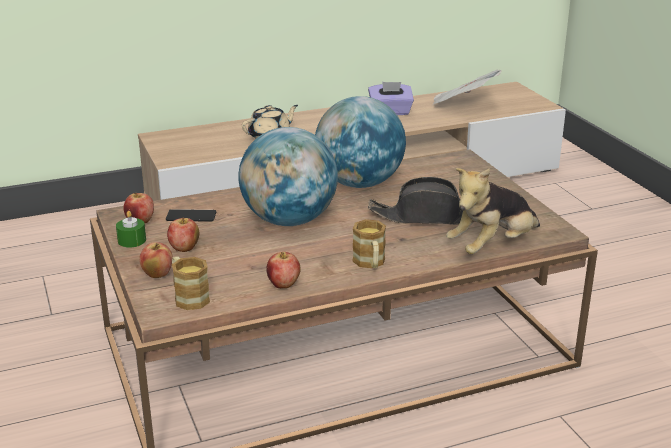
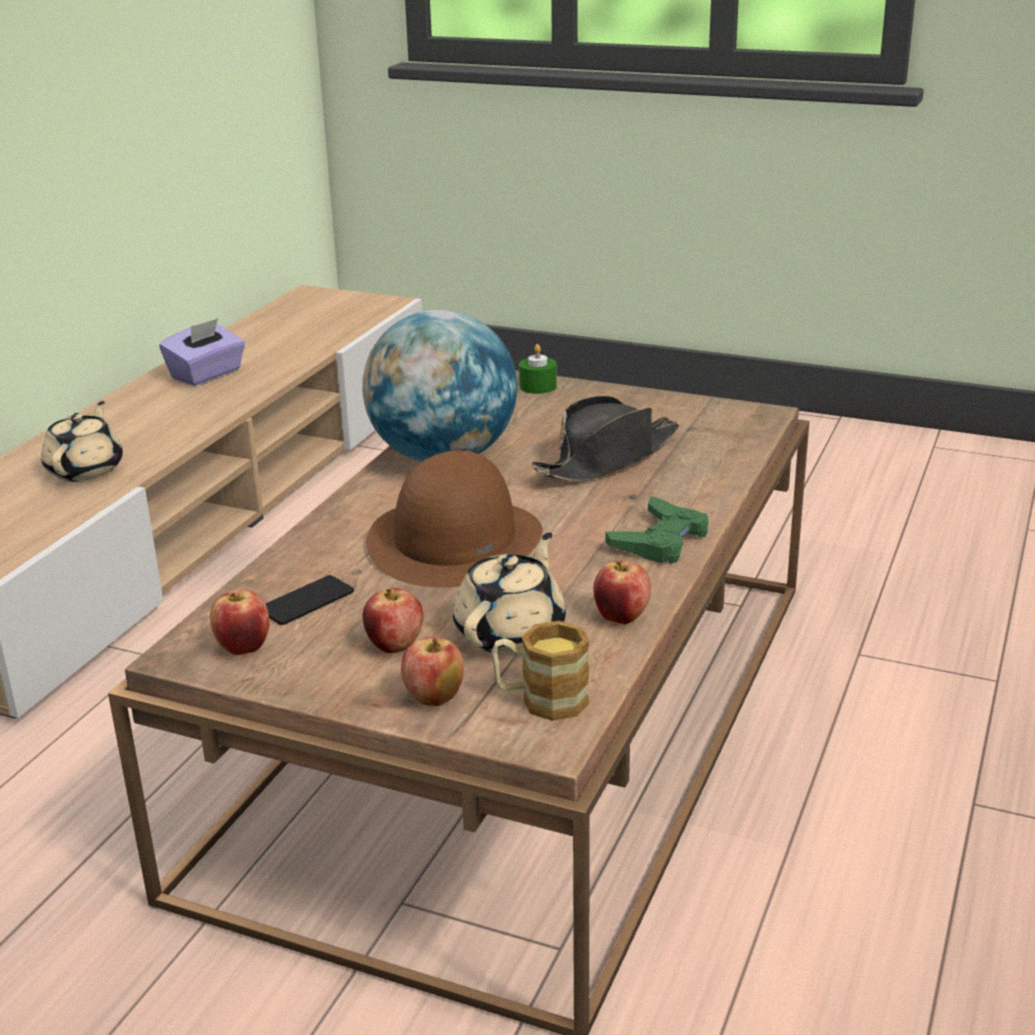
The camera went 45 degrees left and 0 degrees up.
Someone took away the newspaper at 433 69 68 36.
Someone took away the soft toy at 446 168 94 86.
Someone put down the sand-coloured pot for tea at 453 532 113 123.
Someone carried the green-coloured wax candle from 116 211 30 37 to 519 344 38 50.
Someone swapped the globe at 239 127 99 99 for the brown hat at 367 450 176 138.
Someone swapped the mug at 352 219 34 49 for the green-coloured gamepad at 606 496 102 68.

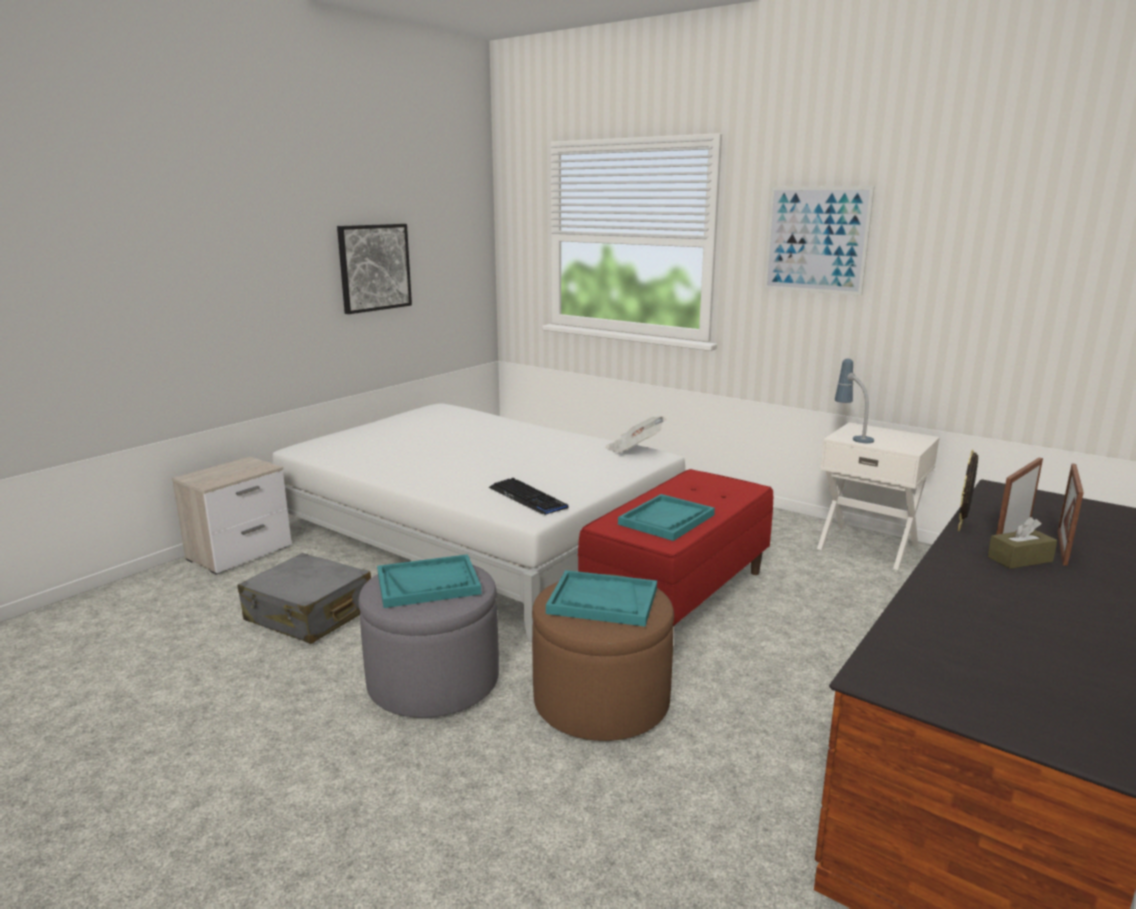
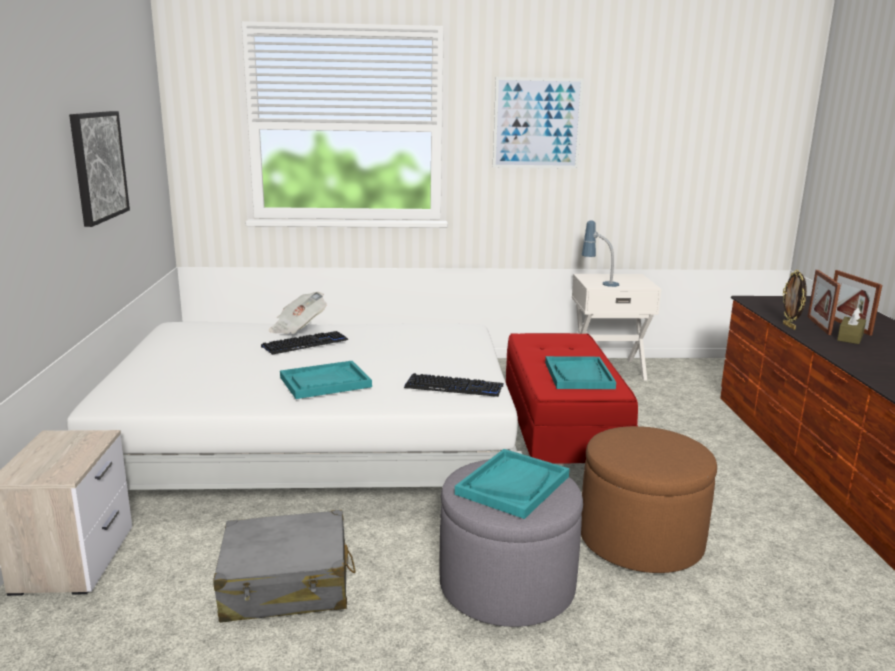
The camera went 40 degrees left and 0 degrees up.
Someone put down the computer keyboard at 261 331 88 24.
Someone carried the turquoise-coloured carrying tray from 546 570 111 57 to 280 361 92 38.
Someone carried the newspaper from 605 416 61 37 to 269 292 57 42.

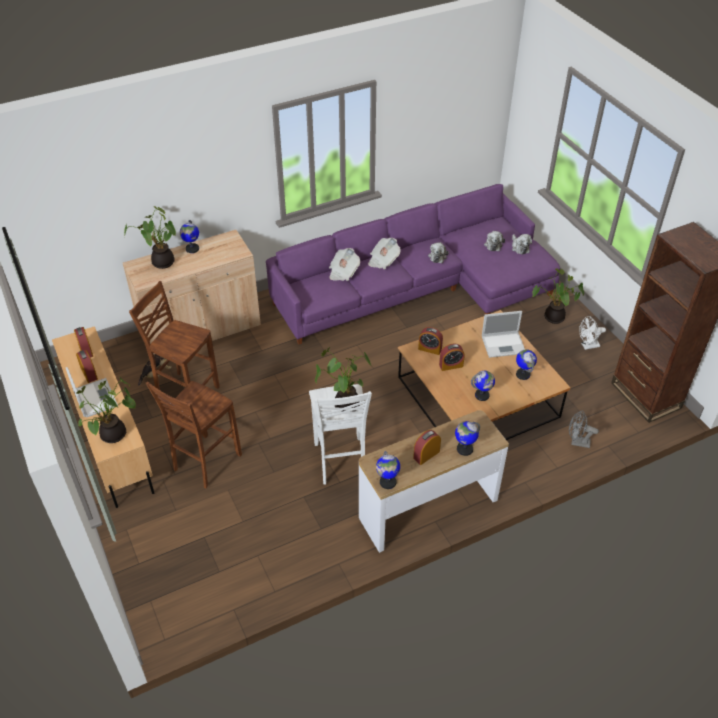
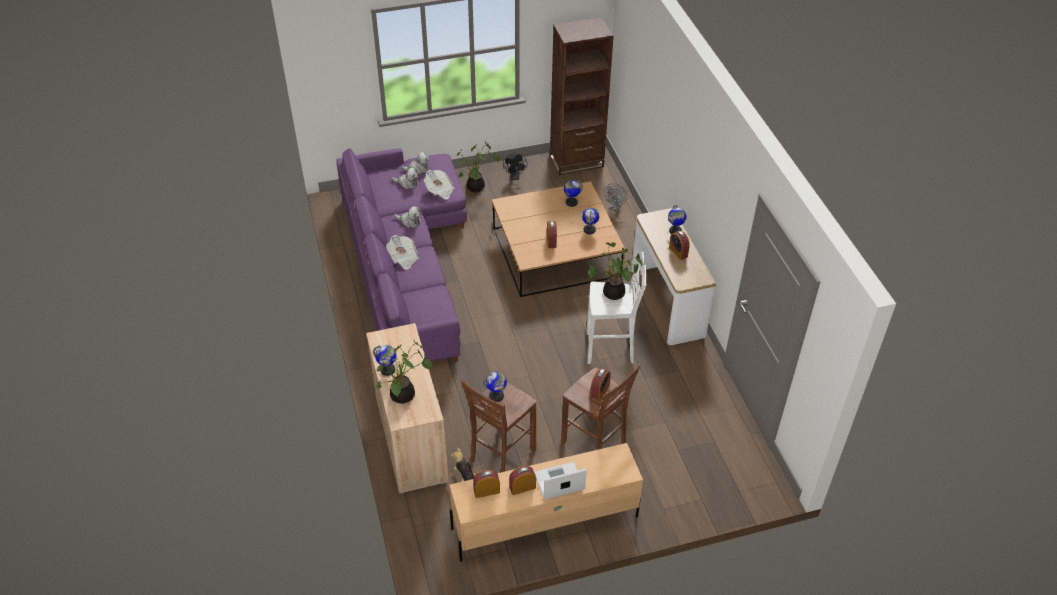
The camera went 80 degrees left and 0 degrees up.
Someone took away the houseplant at 76 376 60 67.
Someone took away the notebook computer at 482 311 43 47.
Someone carried the newspaper from 329 248 31 33 to 424 170 31 29.
Someone carried the globe from 376 451 24 38 to 483 371 24 31.
Someone carried the table clock from 418 327 25 28 to 590 368 21 32.
Someone repainted the whitish cooling fan at 579 316 27 34, which became the black-coloured cooling fan at 503 153 24 27.

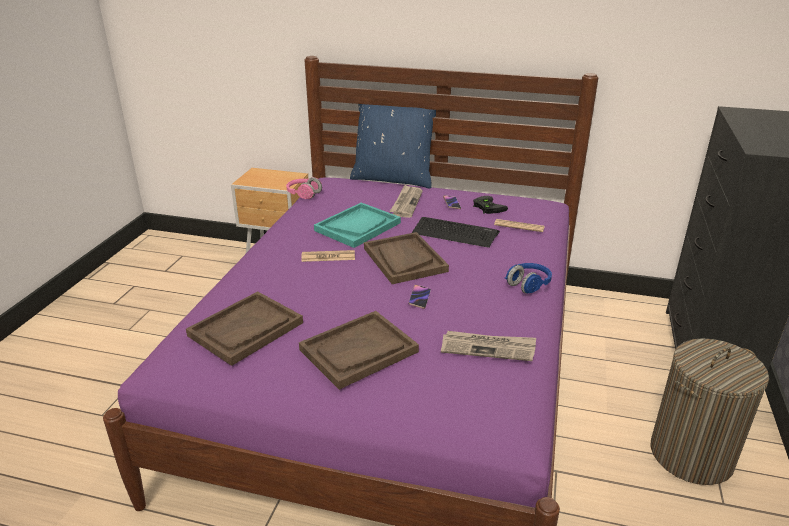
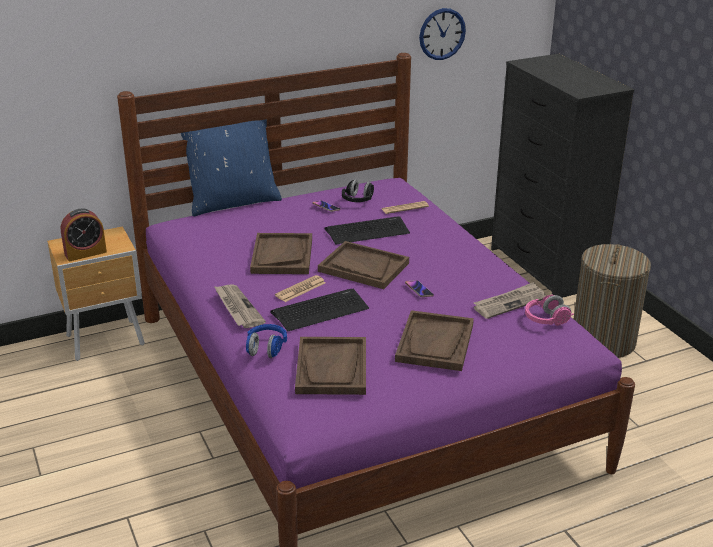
The camera went 40 degrees left and 0 degrees up.
Someone put down the table clock at 61 209 46 52.
Someone put down the computer keyboard at 270 288 99 43.
Someone put up the hanging clock at 419 8 47 52.
Someone carried the pink headphones from 286 177 36 22 to 525 295 49 31.
Someone carried the newspaper from 390 185 33 33 to 214 284 52 44.
Someone carried the blue headphones from 505 263 47 31 to 246 324 41 34.
Someone swapped the black-coloured gamepad at 473 196 35 18 for the black-coloured headphones at 342 179 32 23.
Someone repainted the turquoise-coloured carrying tray at 314 203 87 45, which became the brown carrying tray at 250 233 62 41.

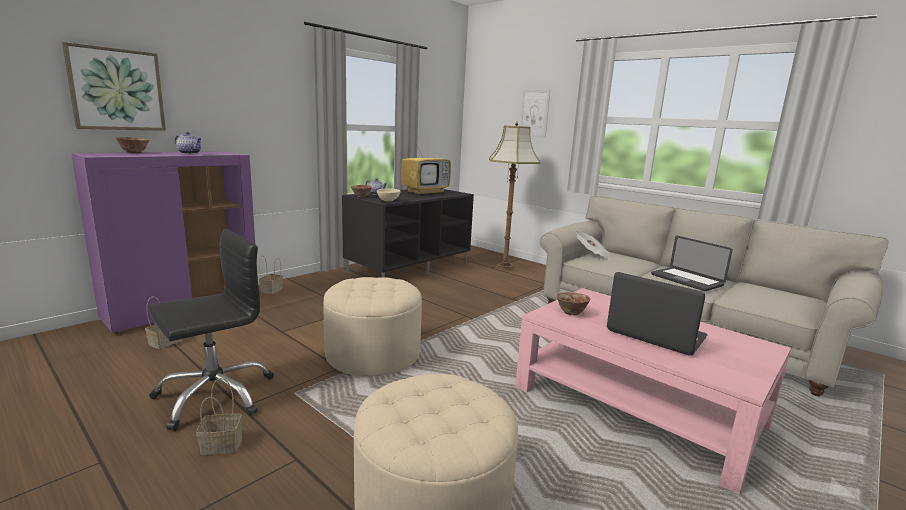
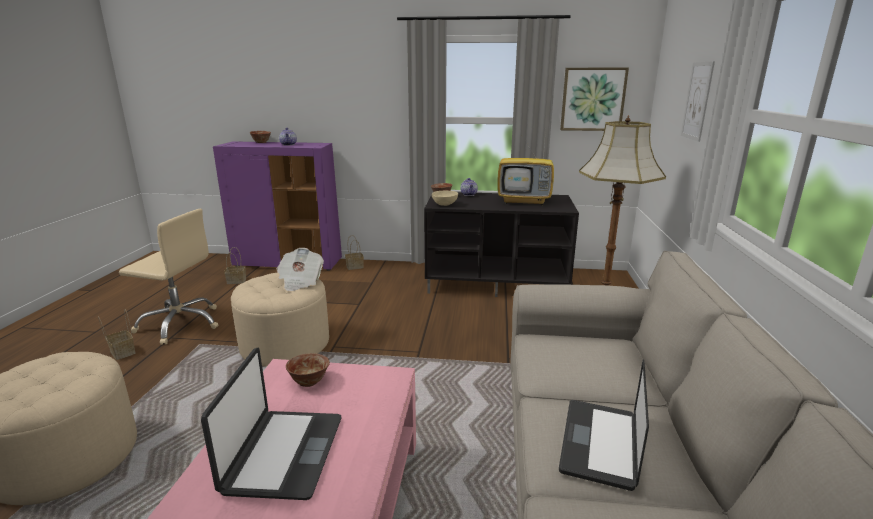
The camera went 55 degrees right and 5 degrees up.
Someone carried the picture from 62 42 104 89 to 560 68 69 63.
Someone carried the newspaper from 575 231 35 29 to 277 248 47 43.
Someone repainted the black-coloured office chair at 148 229 126 202, which became the sand-coloured office chair at 119 209 100 136.

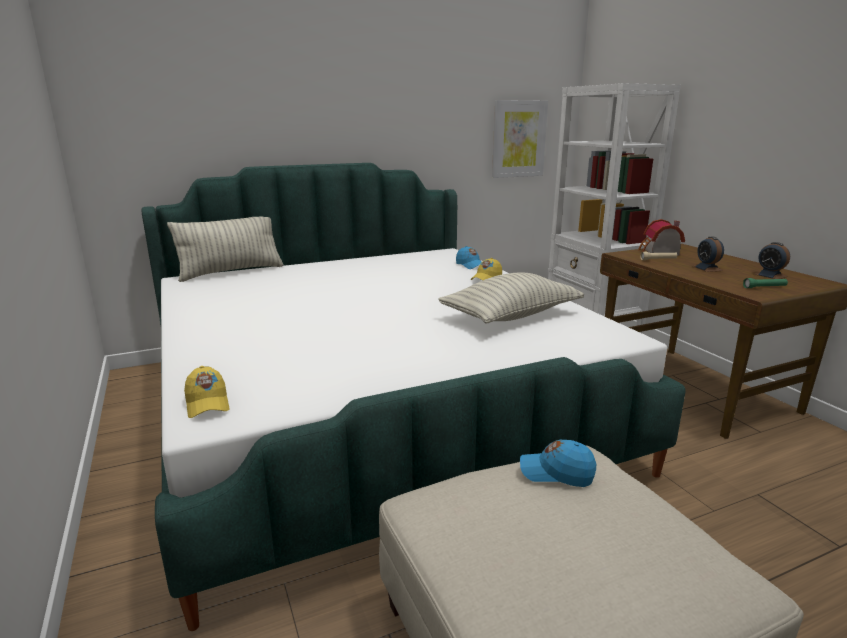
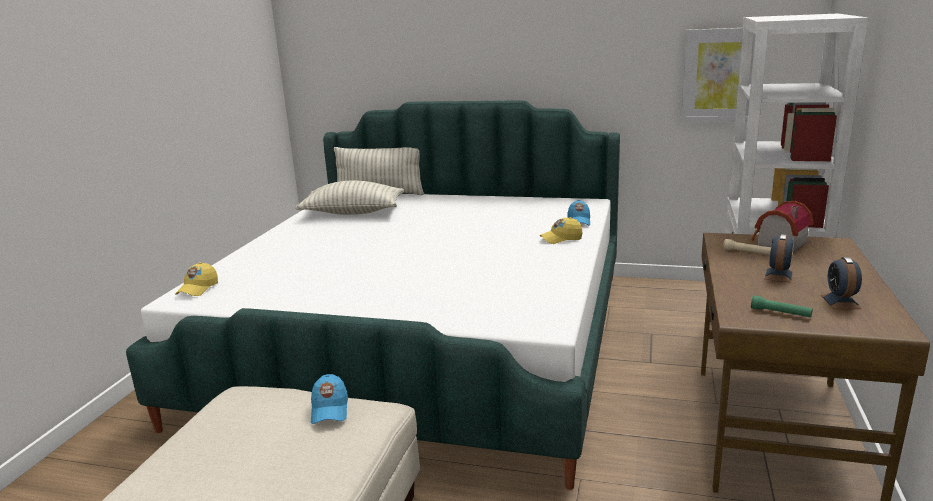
The camera went 40 degrees right and 0 degrees up.
Someone carried the pillow from 438 272 146 51 to 295 180 109 35.
Someone rotated the blue cap at 520 440 76 47 by 150 degrees counterclockwise.

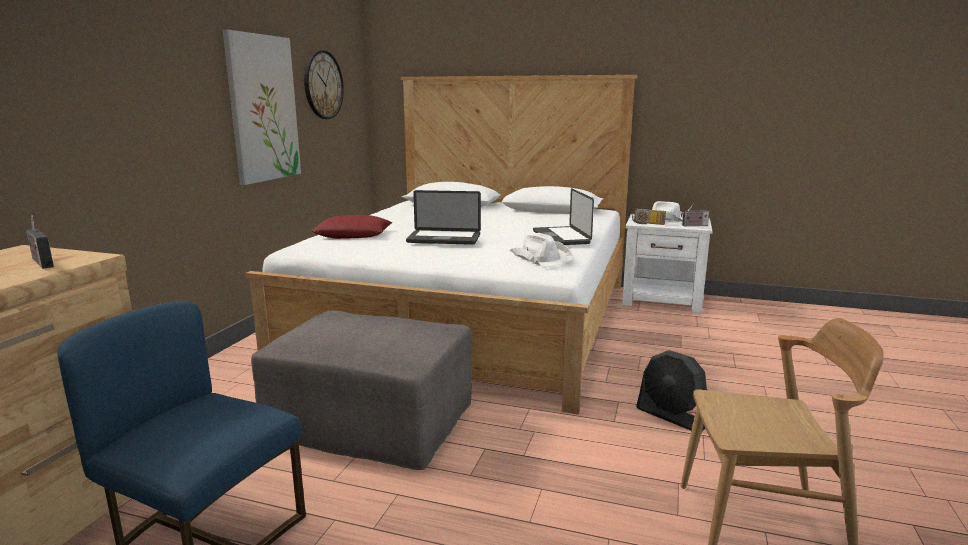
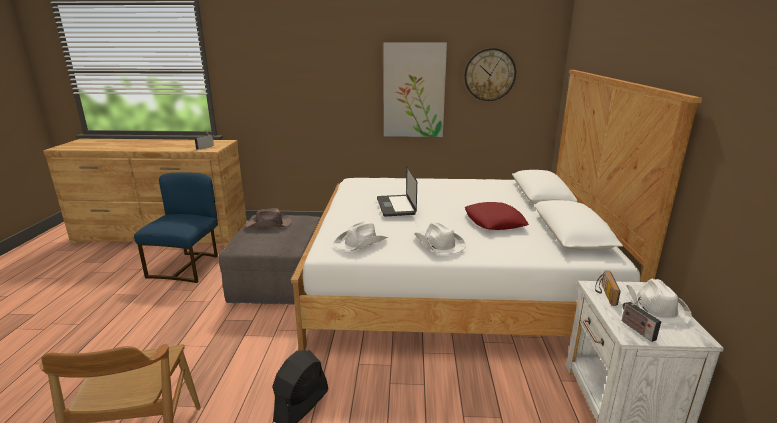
The camera went 75 degrees right and 5 degrees up.
Someone put down the brown hat at 246 208 46 20.
Someone carried the red-coloured pillow from 311 215 81 24 to 465 202 63 28.
Someone swapped the notebook computer at 533 188 61 57 for the whitish hat at 414 222 52 33.

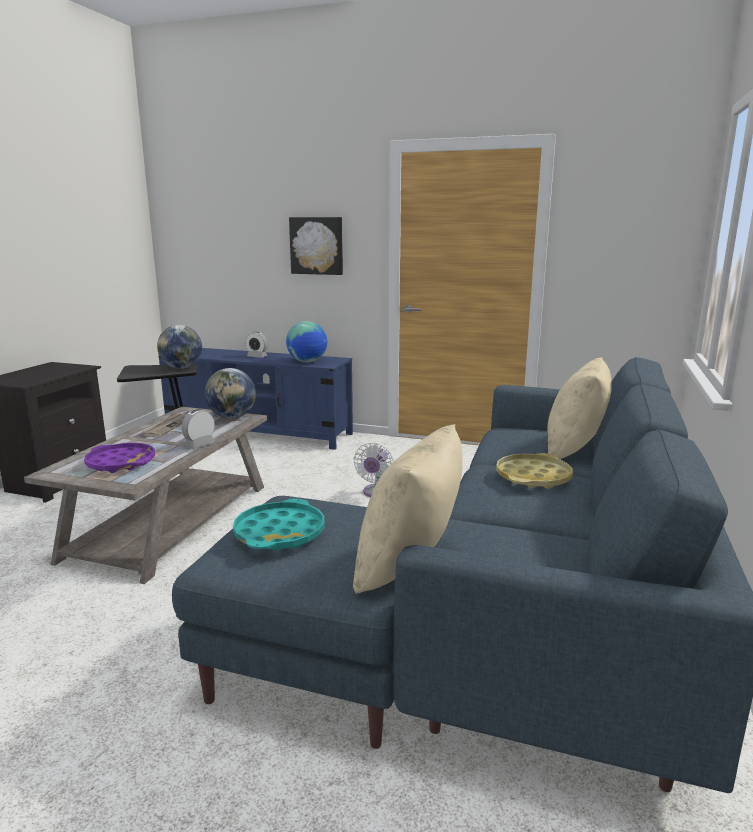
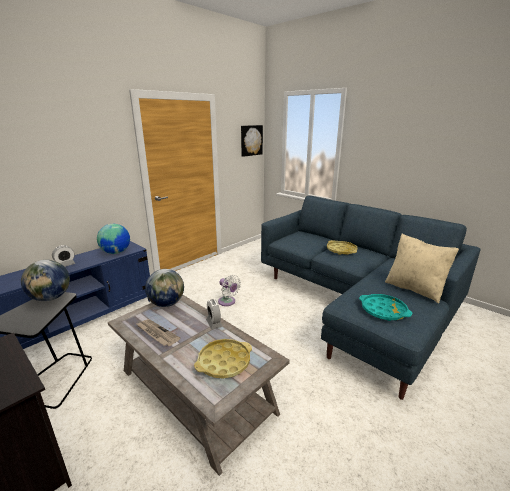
The camera went 65 degrees left and 5 degrees up.
Someone took away the sand-coloured pillow at 547 357 65 102.
Someone carried the picture from 289 217 54 58 to 241 125 22 32.
Someone repainted the purplish carrying tray at 84 443 71 30, which became the yellowish carrying tray at 194 339 58 40.

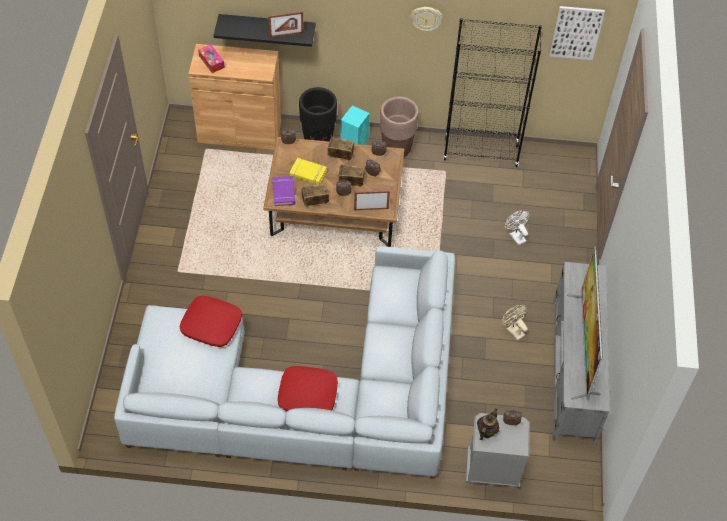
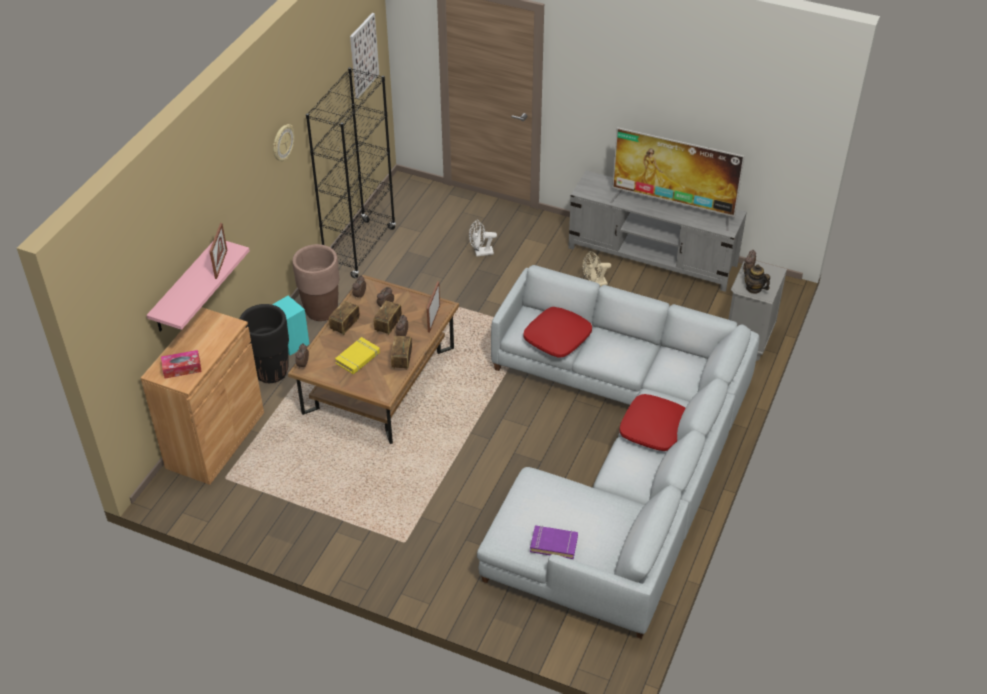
The camera went 70 degrees left and 10 degrees down.
Someone carried the red-coloured pillow from 180 295 62 52 to 524 307 68 50.
Someone carried the purplish volume from 272 176 23 30 to 530 525 48 34.
Someone repainted the black-coloured shelf at 214 14 102 33, which became the pink shelf at 146 241 104 91.

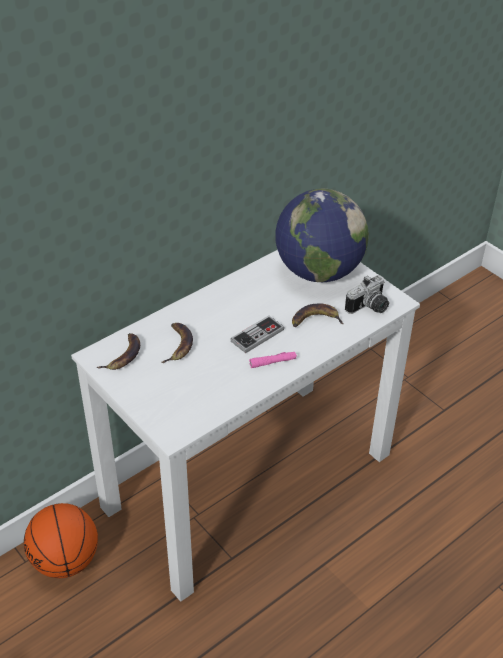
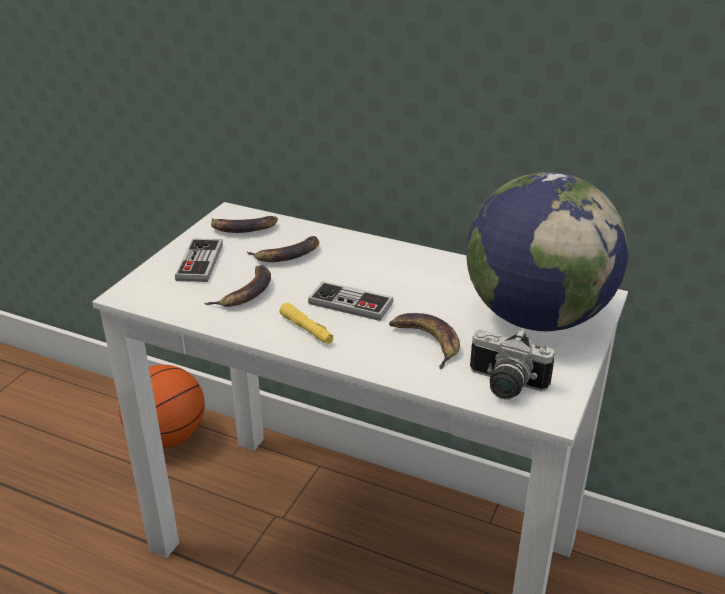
The camera went 65 degrees right and 10 degrees down.
Someone put down the gamepad at 175 239 48 43.
Someone put down the banana fruit at 204 265 67 42.
Someone repainted the pink hand torch at 249 352 48 16, which became the yellowish hand torch at 279 302 54 43.

